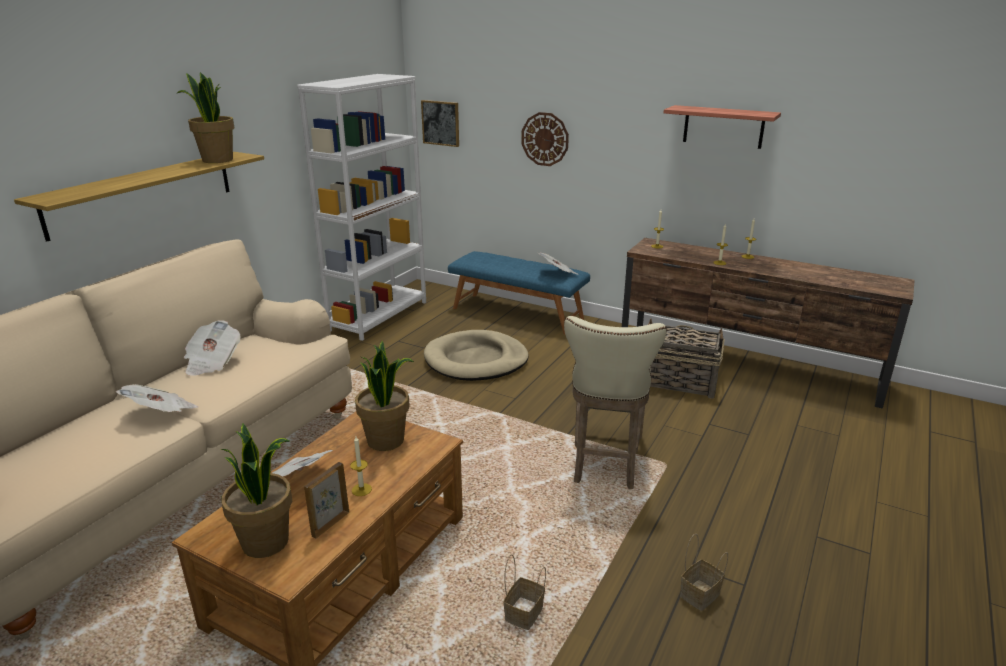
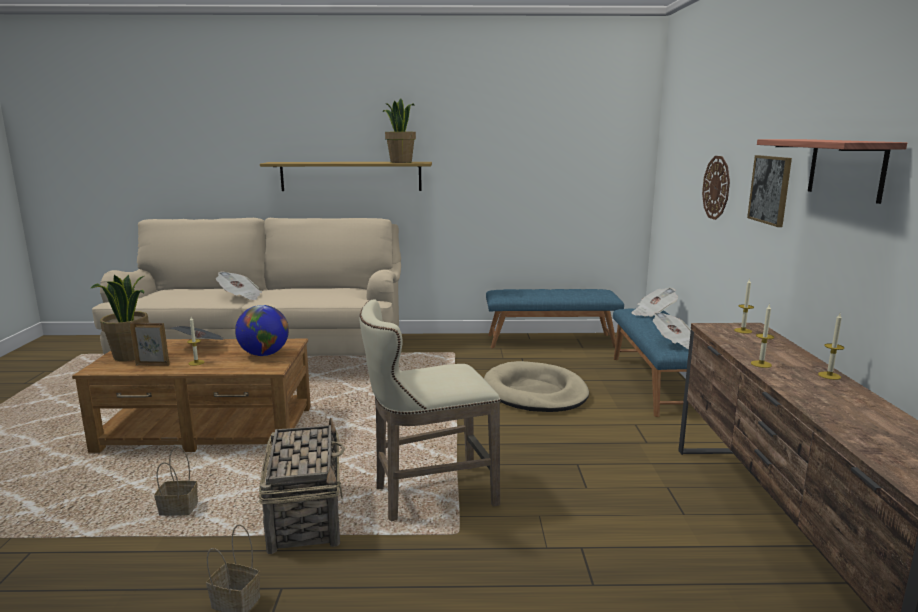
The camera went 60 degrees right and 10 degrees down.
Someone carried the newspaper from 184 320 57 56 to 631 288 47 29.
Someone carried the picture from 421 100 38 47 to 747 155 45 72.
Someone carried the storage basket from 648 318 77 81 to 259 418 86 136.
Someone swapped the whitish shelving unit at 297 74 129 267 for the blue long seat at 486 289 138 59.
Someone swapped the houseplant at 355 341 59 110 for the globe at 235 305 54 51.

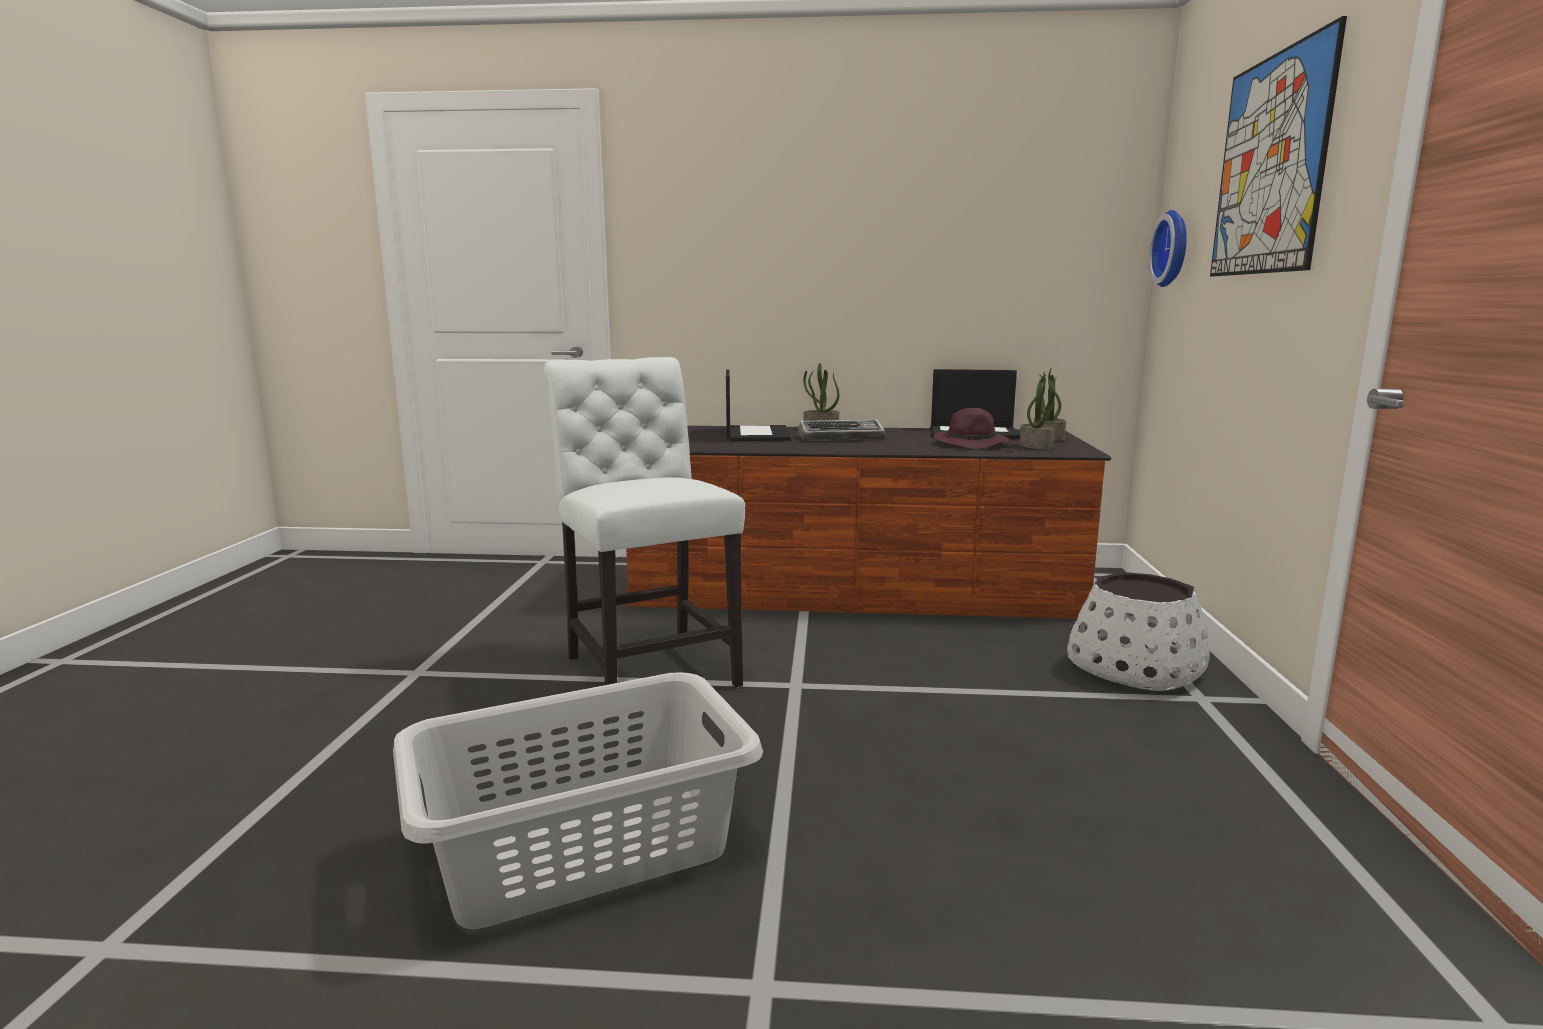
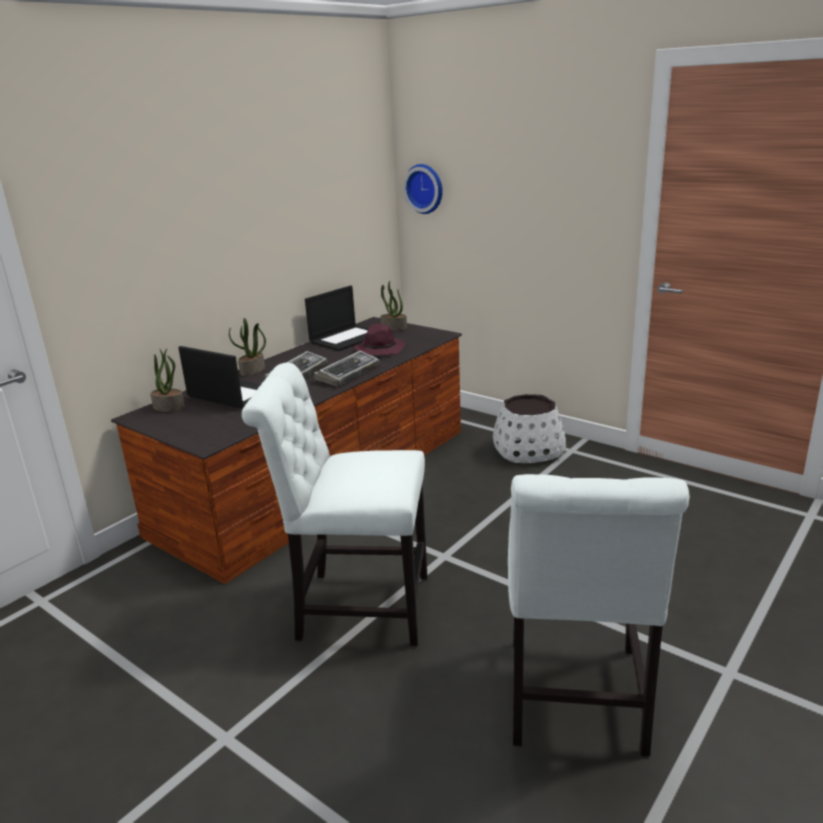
The camera went 55 degrees left and 10 degrees up.
Someone took away the picture at 1210 16 137 260.
Someone put down the computer keyboard at 314 351 66 36.
Someone carried the houseplant from 1020 371 37 79 to 150 349 35 63.
Someone swapped the grey hamper at 393 673 370 256 for the whitish chair at 508 474 182 283.

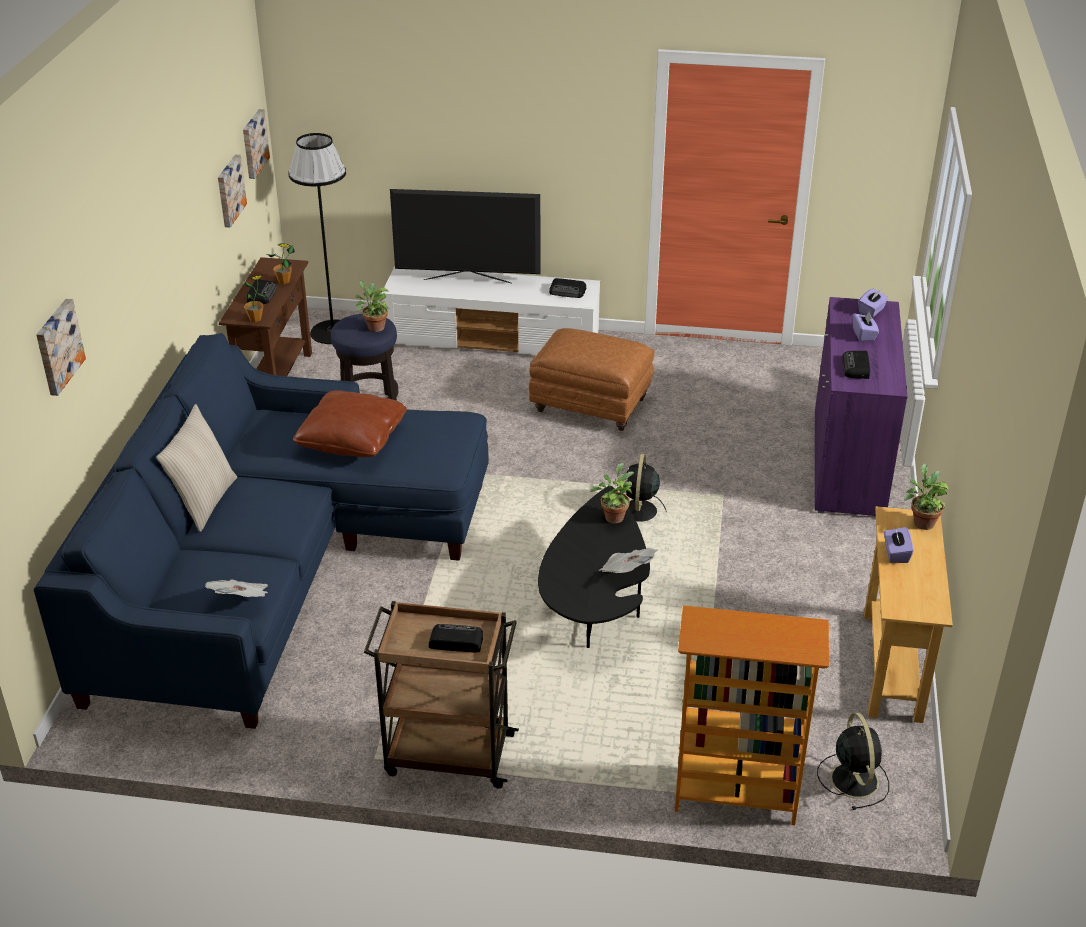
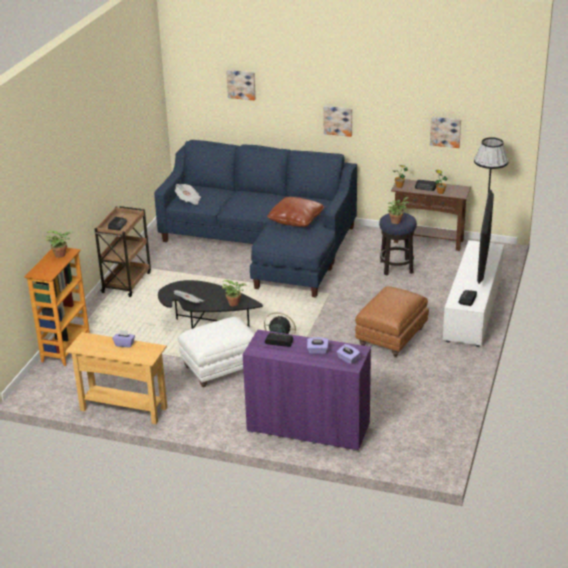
The camera went 100 degrees right and 5 degrees down.
Someone took away the sand-coloured pillow at 156 404 81 128.
Someone took away the black-coloured cooling fan at 817 713 72 97.
Someone put down the whitish footrest at 178 317 77 70.
Someone carried the picture from 243 109 27 70 to 323 106 29 31.
Someone carried the houseplant from 904 464 45 66 to 46 230 27 28.

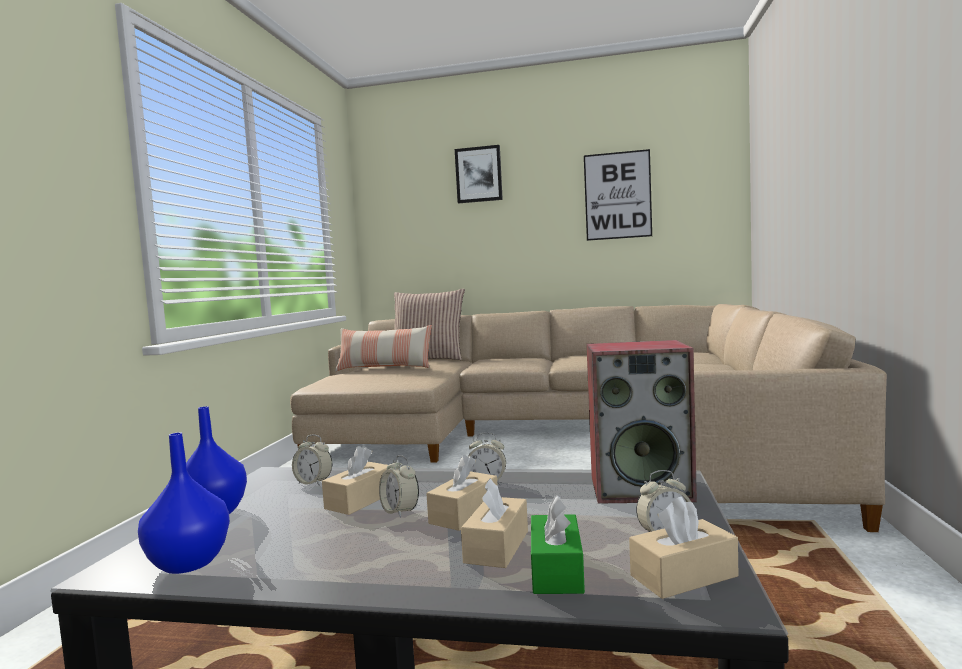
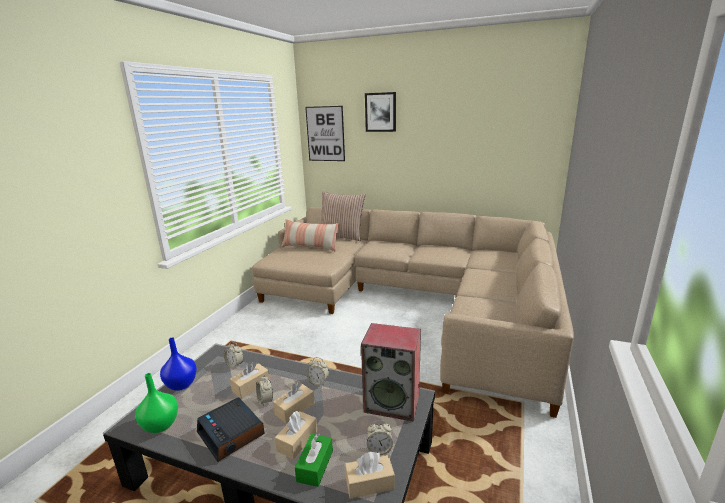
The camera went 10 degrees right and 15 degrees up.
Someone put down the table clock at 197 397 68 65.
Someone carried the picture from 584 149 68 92 to 305 106 40 55.
Someone repainted the blue flower vase at 138 432 92 142, which became the green-coloured flower vase at 135 373 43 60.

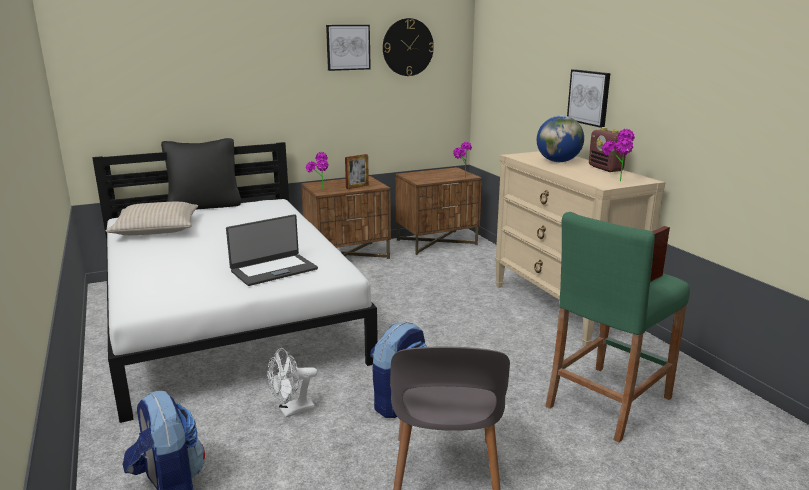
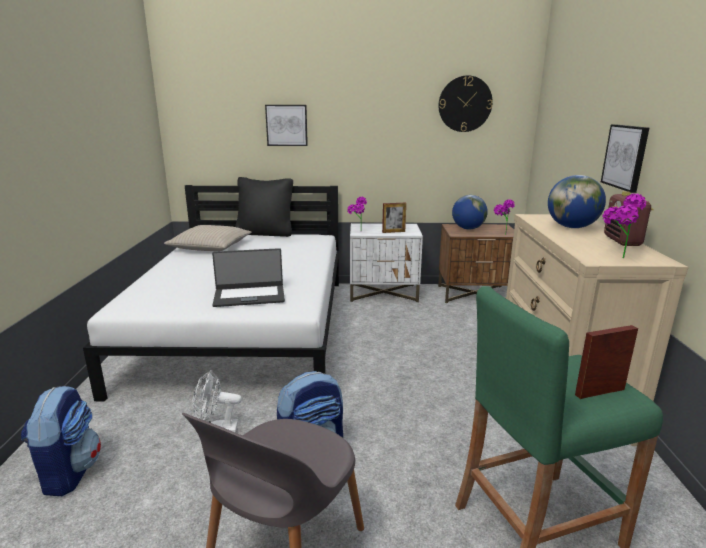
The camera went 25 degrees right and 0 degrees up.
Someone put down the globe at 452 195 36 35.
Someone carried the picture from 326 25 45 46 to 265 105 43 41.
Someone repainted the brown nightstand at 301 176 90 83, which became the whitish nightstand at 350 223 73 80.

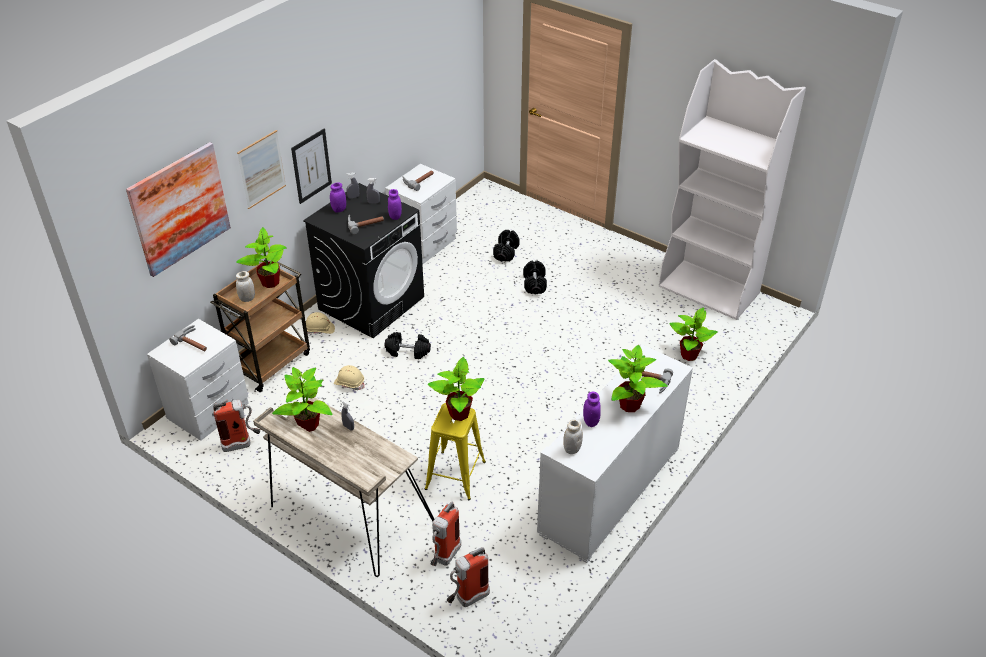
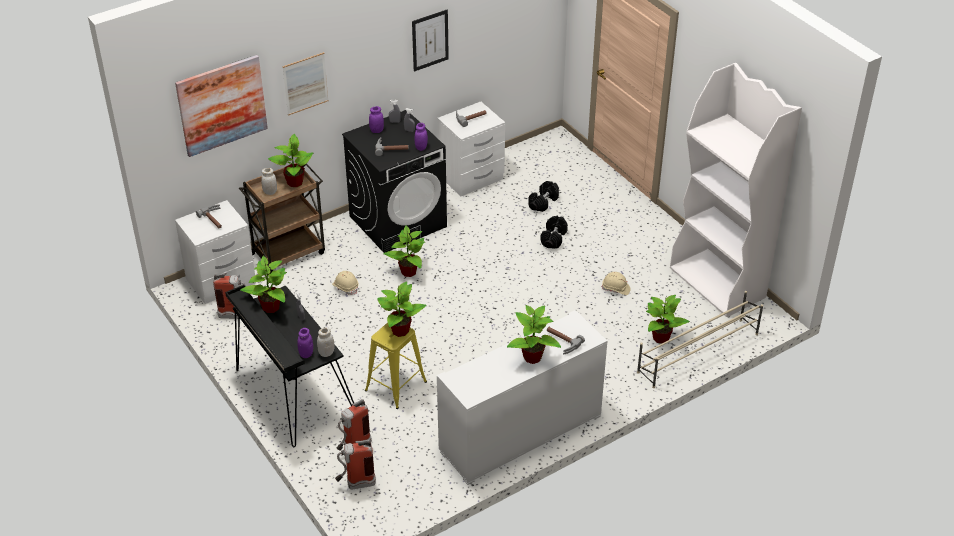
The camera went 20 degrees right and 0 degrees up.
Someone put down the sand-coloured shoe stand at 637 291 126 97.
Someone carried the picture from 291 129 41 75 to 412 10 37 62.
Someone carried the sand-coloured safety helmet from 306 312 29 22 to 602 272 28 23.
Someone carried the whitish storage jar from 563 419 20 35 to 317 327 18 30.
Someone carried the purplish storage jar from 583 392 18 35 to 297 328 16 30.
Someone swapped the black-coloured hand weight at 385 332 46 27 for the houseplant at 383 225 42 52.
Someone repainted the sand-coloured desk unit at 253 397 181 180, which became the black-coloured desk unit at 225 285 129 162.

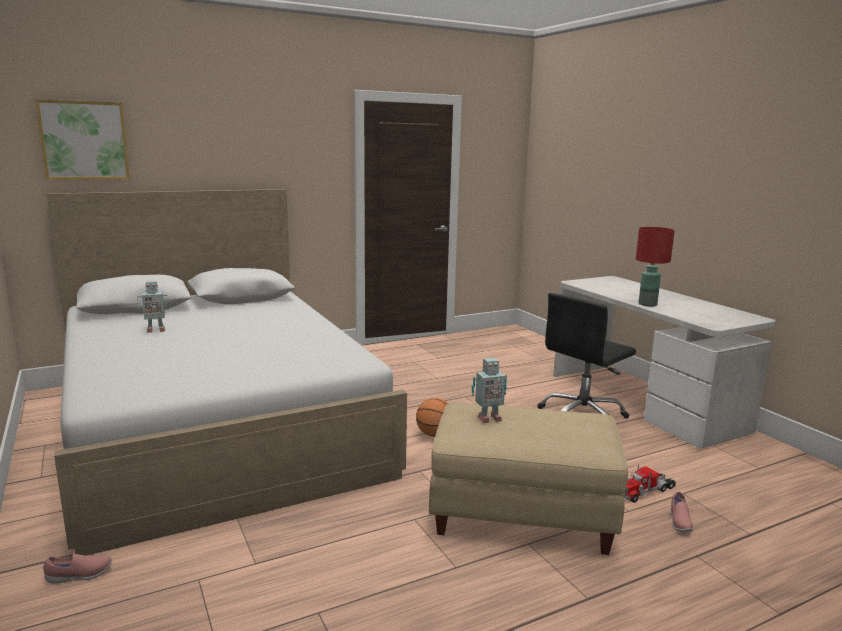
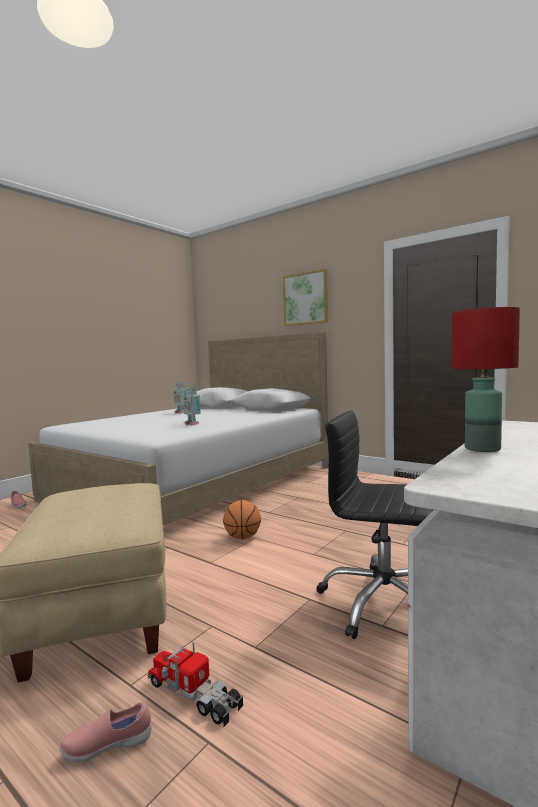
The camera went 65 degrees right and 10 degrees down.
Someone carried the picture from 35 99 95 81 to 283 269 45 57.
Someone carried the robot figure from 472 358 35 65 to 183 387 18 38.

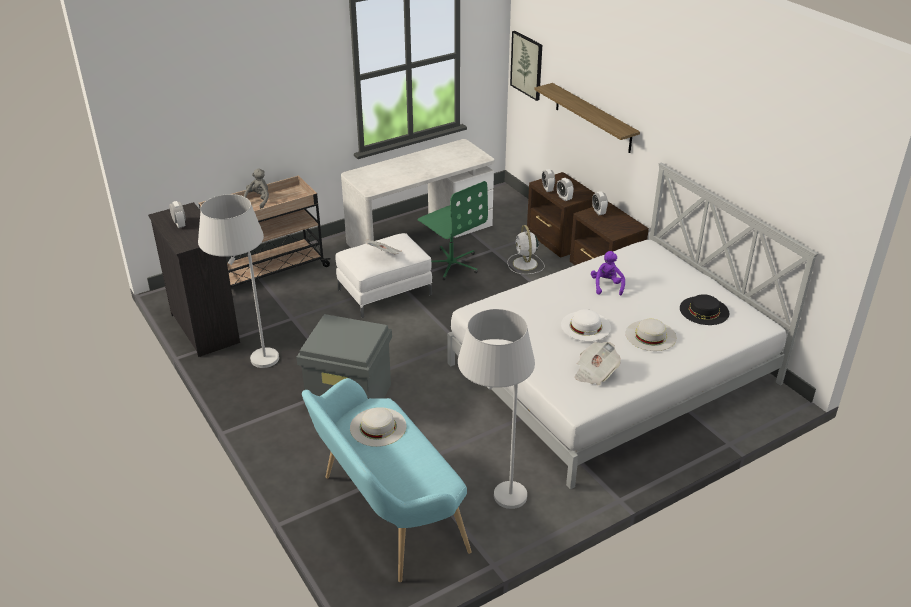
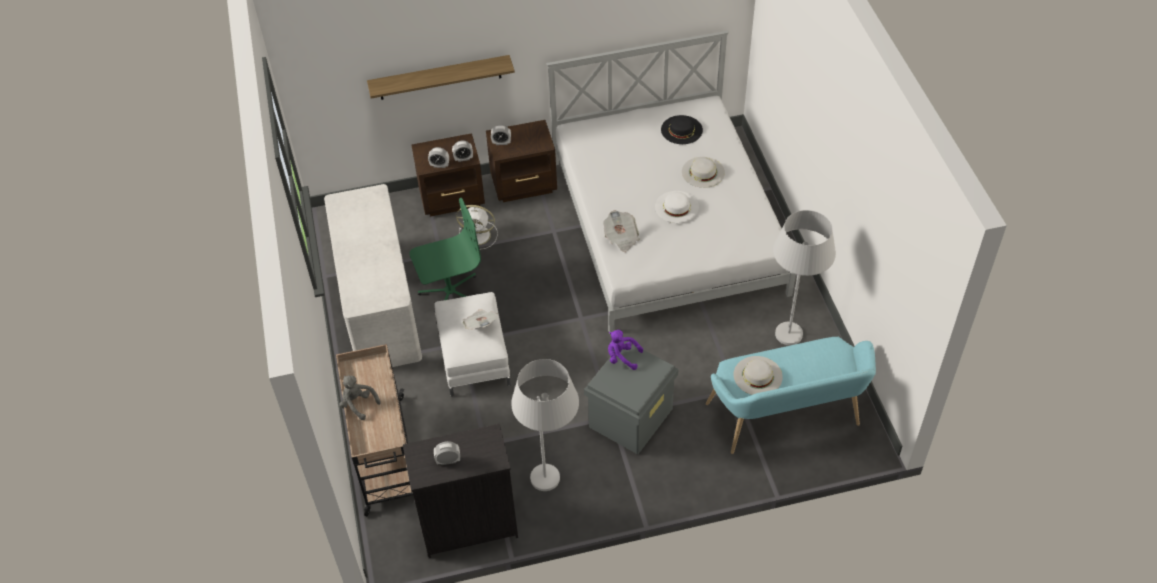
The camera went 70 degrees left and 15 degrees up.
Someone took away the picture at 510 31 32 70.
Someone carried the newspaper from 575 342 46 43 to 603 210 37 42.
Someone carried the purplish soft toy from 591 251 34 44 to 608 330 35 40.

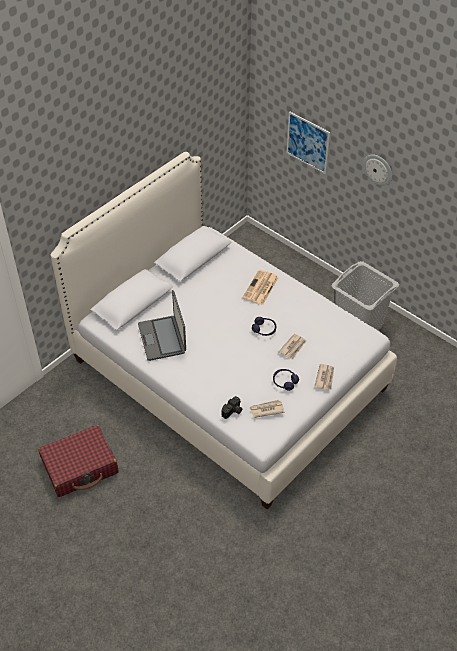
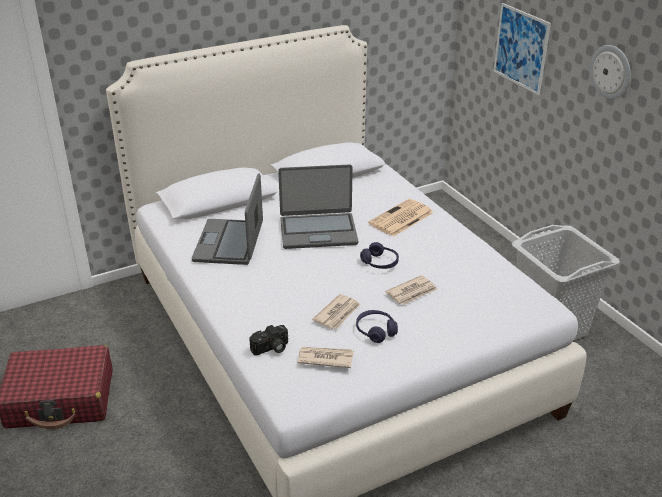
The camera went 20 degrees right and 15 degrees down.
Someone put down the notebook computer at 278 164 80 85.
Someone carried the newspaper from 314 364 20 26 to 312 294 48 36.

